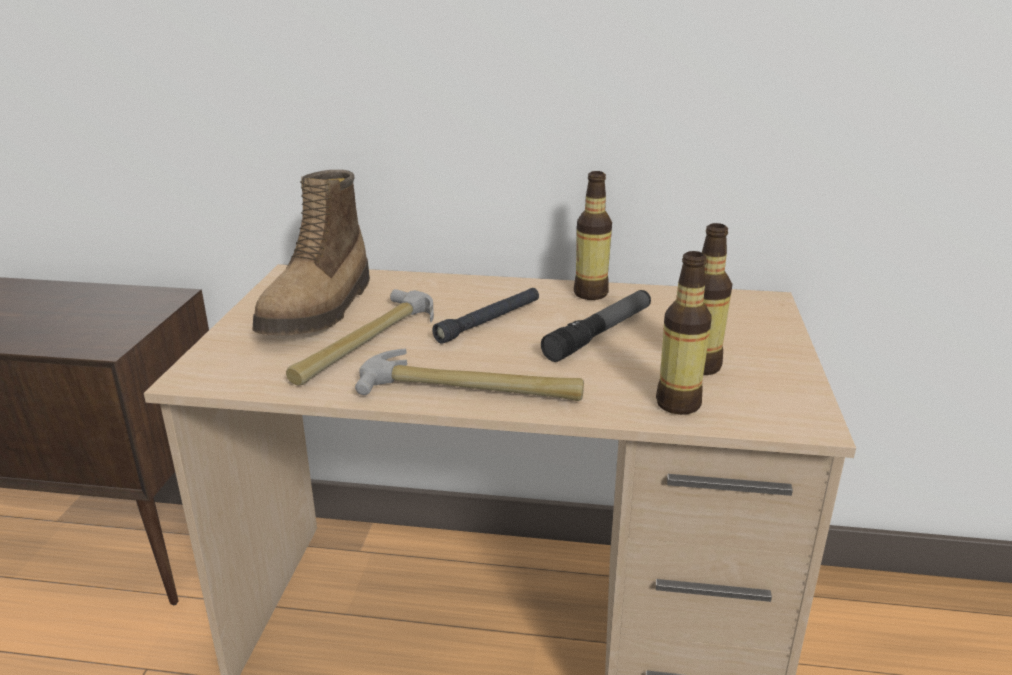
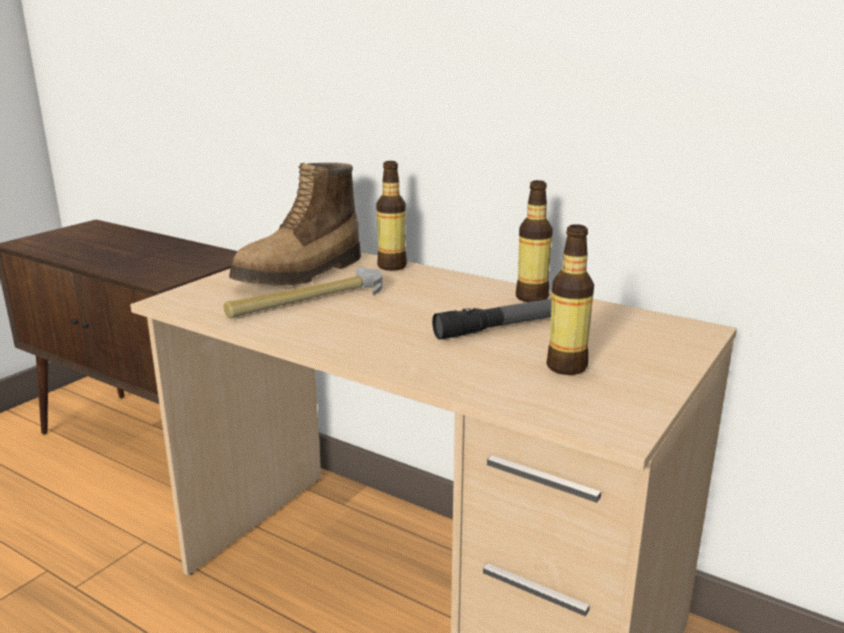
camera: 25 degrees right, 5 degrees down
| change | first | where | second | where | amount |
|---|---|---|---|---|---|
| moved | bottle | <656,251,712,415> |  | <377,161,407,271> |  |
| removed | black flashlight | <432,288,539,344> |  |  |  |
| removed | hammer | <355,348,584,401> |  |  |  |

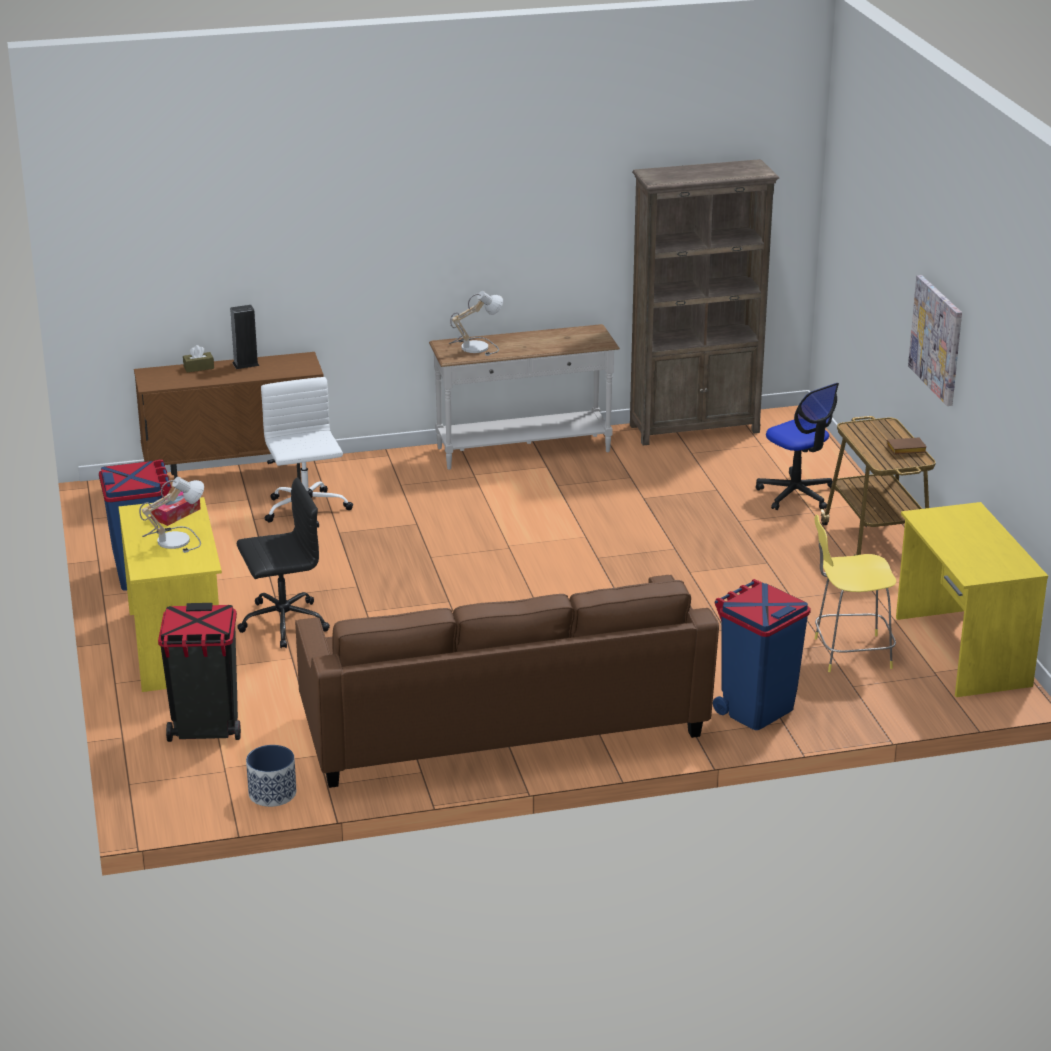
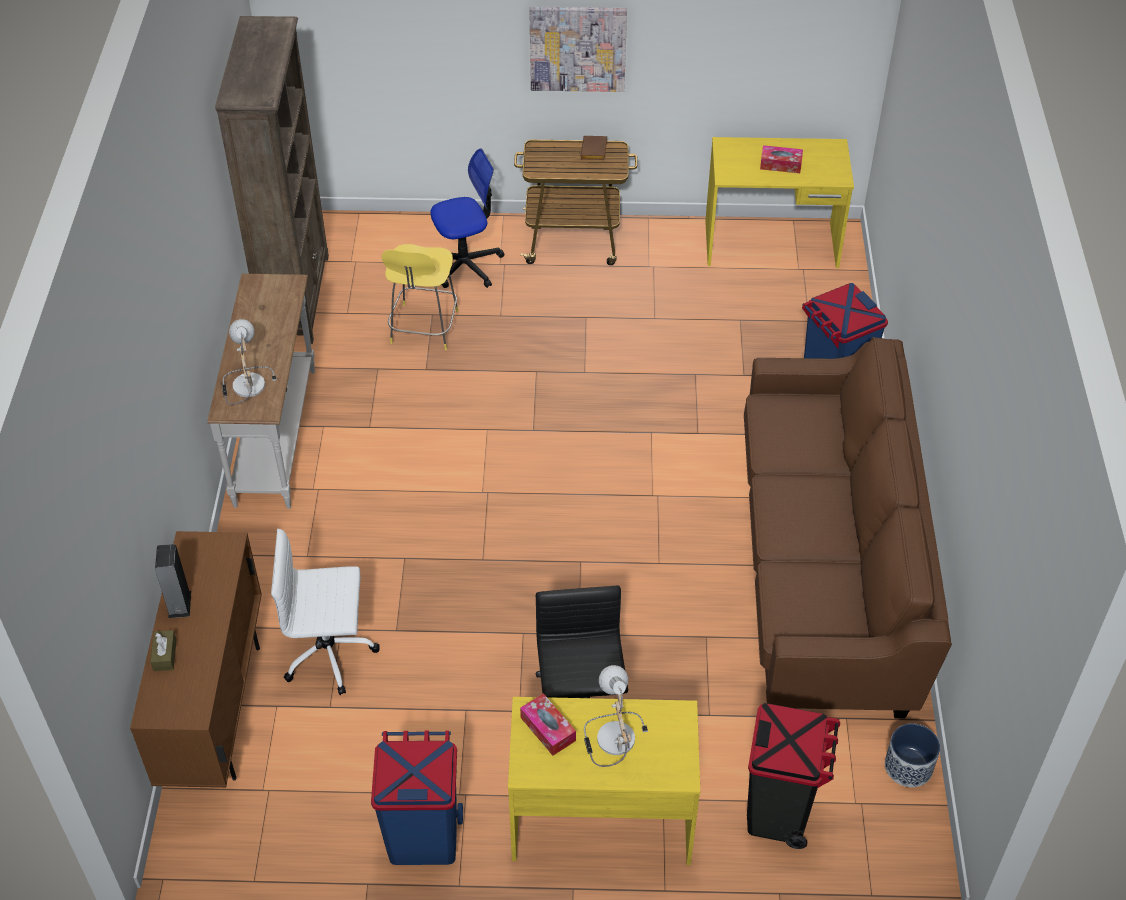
camera: 75 degrees left, 20 degrees up
| change | first | where | second | where | amount |
|---|---|---|---|---|---|
| moved | yellow stool | <815,515,896,672> |  | <381,244,459,350> |  |
| added |  |  | tissue box | <760,145,803,173> |  |

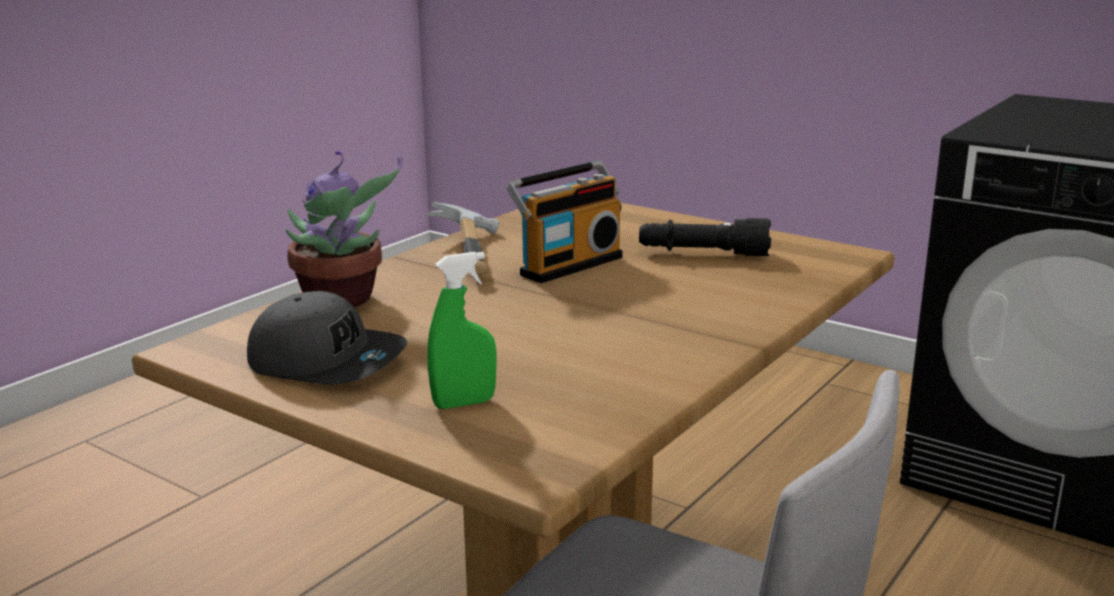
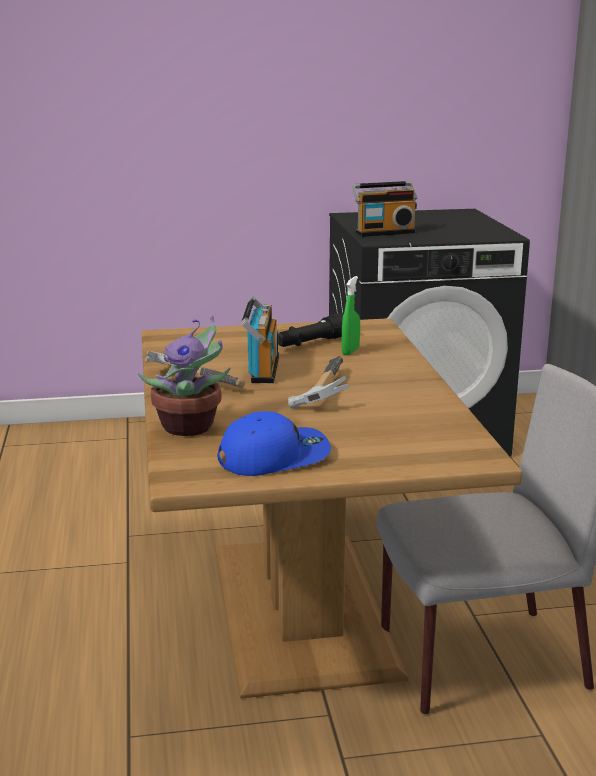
camera: 45 degrees left, 0 degrees up
| change | first | where | second | where | amount |
|---|---|---|---|---|---|
| moved | green spray bottle | <427,252,497,409> |  | <341,276,360,355> |  |
| recoloured | grey cap | <247,291,408,384> | blue cap | <217,411,331,476> |  |
| added |  |  | radio | <352,181,417,237> |  |
| added |  |  | hammer | <288,356,350,409> |  |

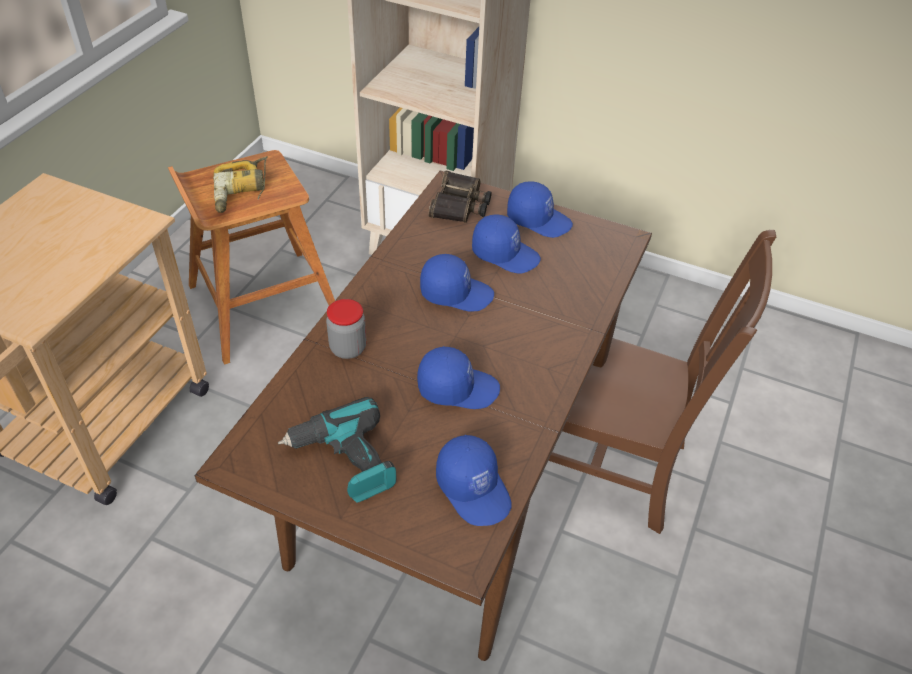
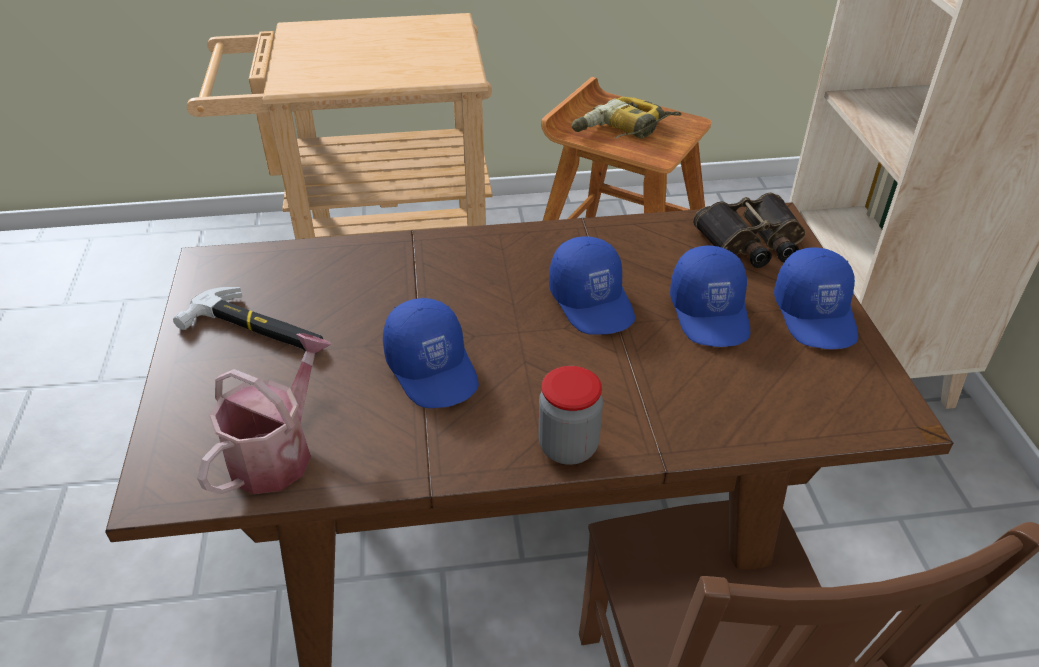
camera: 60 degrees right, 5 degrees down
| change | first | where | second | where | amount |
|---|---|---|---|---|---|
| moved | jar | <326,299,366,359> |  | <538,366,603,465> |  |
| replaced | power drill | <278,397,396,503> | hammer | <173,287,323,354> |  |
| replaced | blue cap | <436,435,512,526> | watering can | <197,333,332,494> |  |

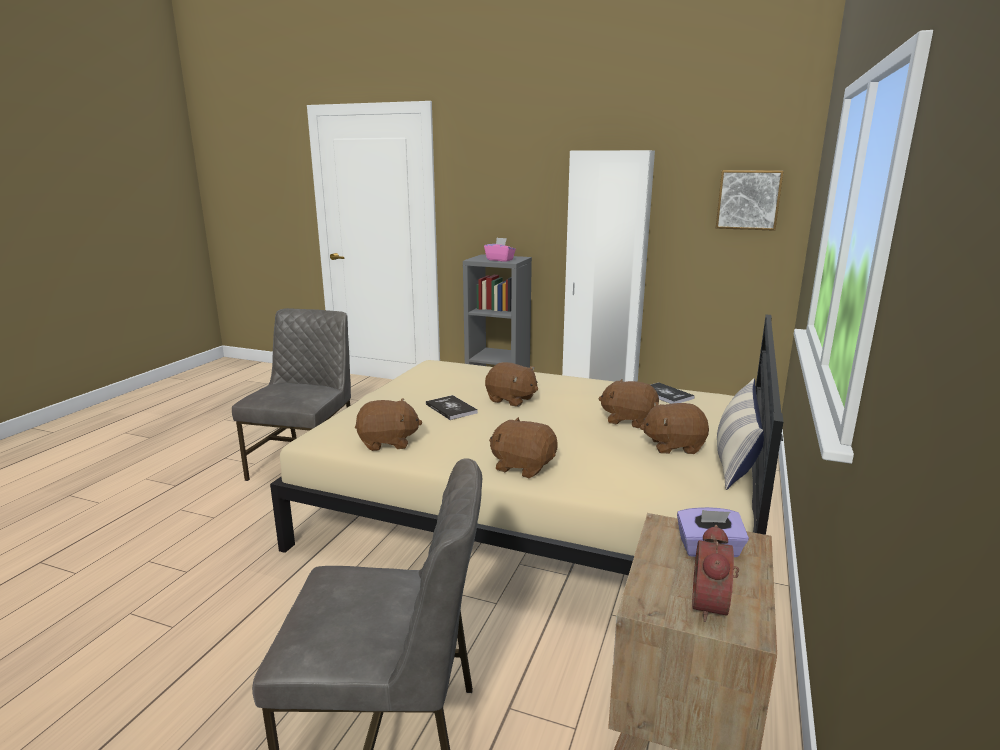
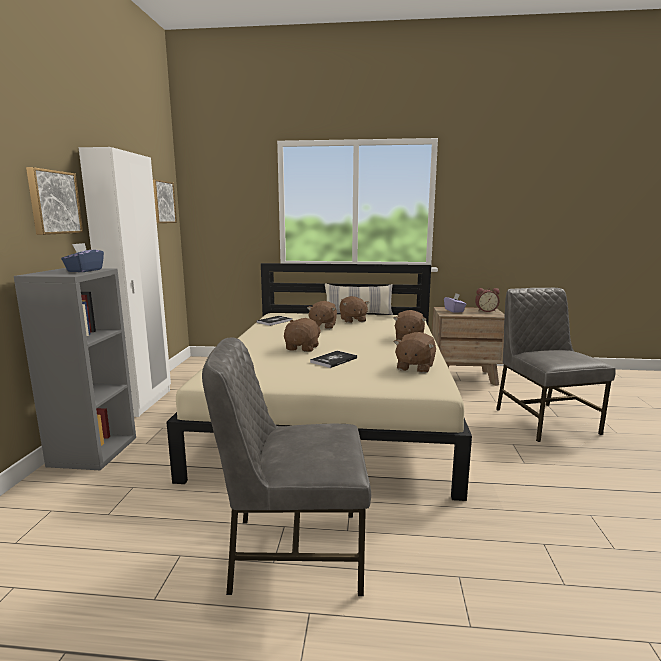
camera: 105 degrees left, 5 degrees down
| change | first | where | second | where | amount |
|---|---|---|---|---|---|
| recoloured | pink tissue box | <484,238,516,262> | blue tissue box | <61,243,104,272> |  |
| turned | brown plush toy | <355,398,423,451> |  | <394,332,436,373> | 135 degrees counterclockwise |
| added |  |  | picture | <26,167,83,235> |  |

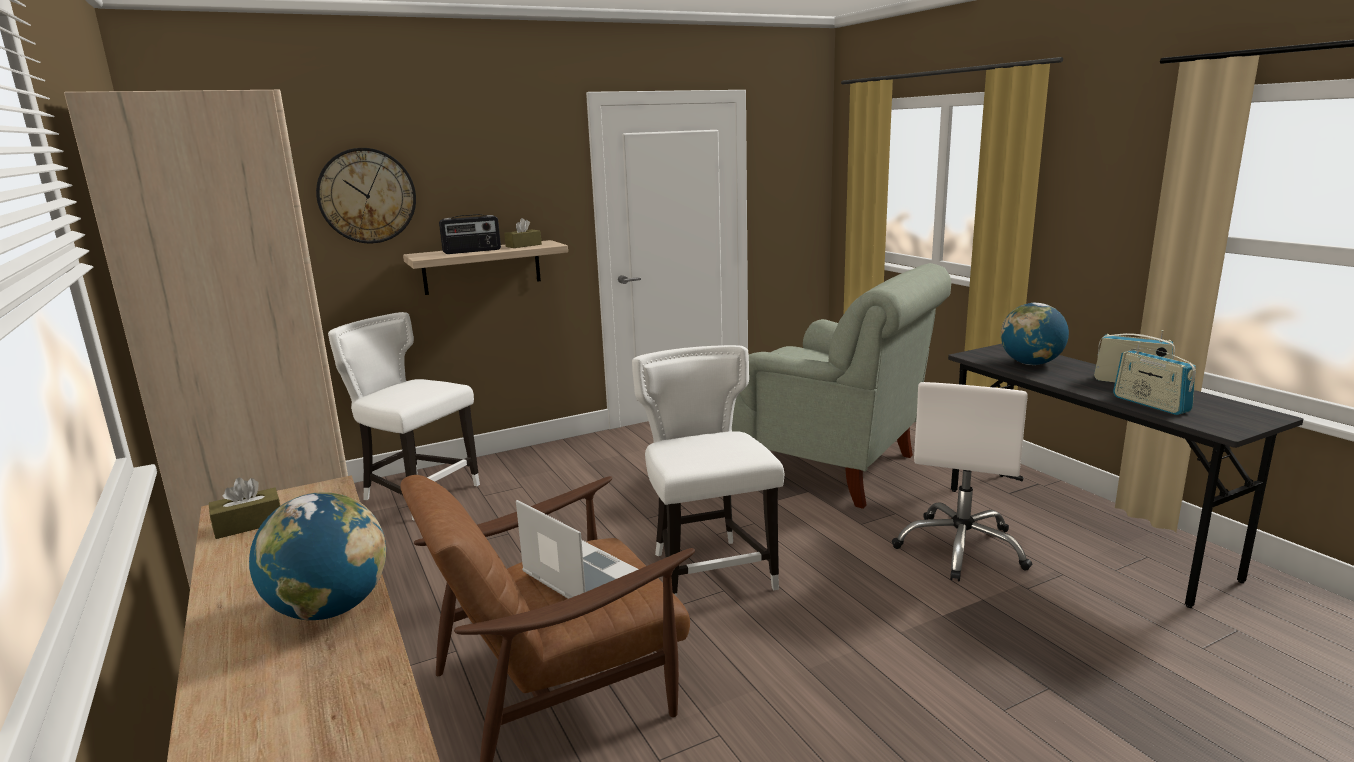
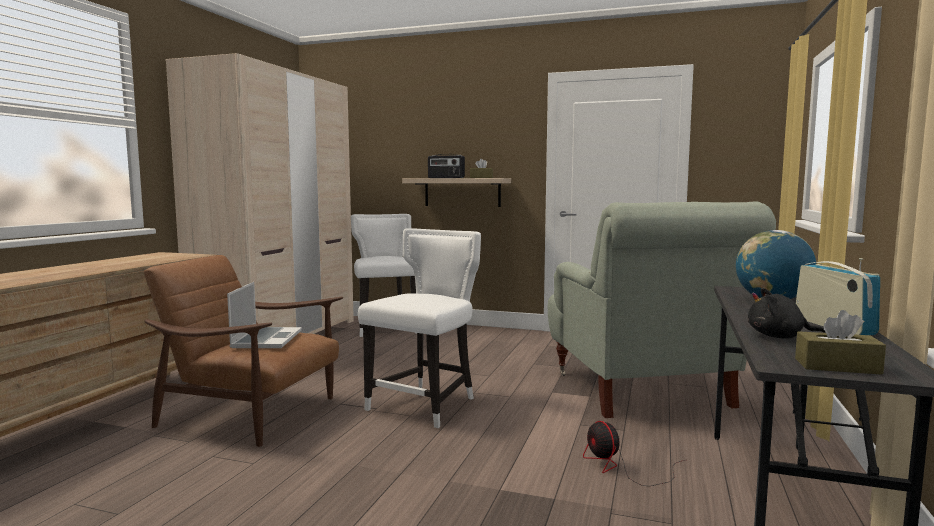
camera: 45 degrees right, 10 degrees down
| change | first | where | second | where | amount |
|---|---|---|---|---|---|
| removed | wall clock | <316,148,416,244> |  |  |  |
| replaced | radio | <1113,341,1196,415> | black plush toy | <748,288,826,339> |  |
| replaced | white office chair | <892,382,1032,582> | fan | <583,421,685,486> |  |
| moved | brown tissue box | <209,478,280,539> |  | <795,310,886,375> |  |
| removed | globe | <249,492,386,620> |  |  |  |

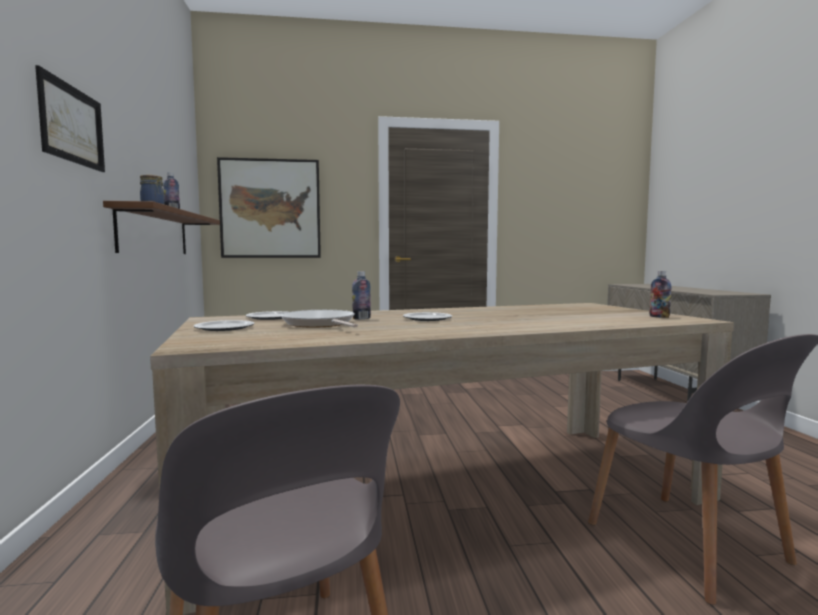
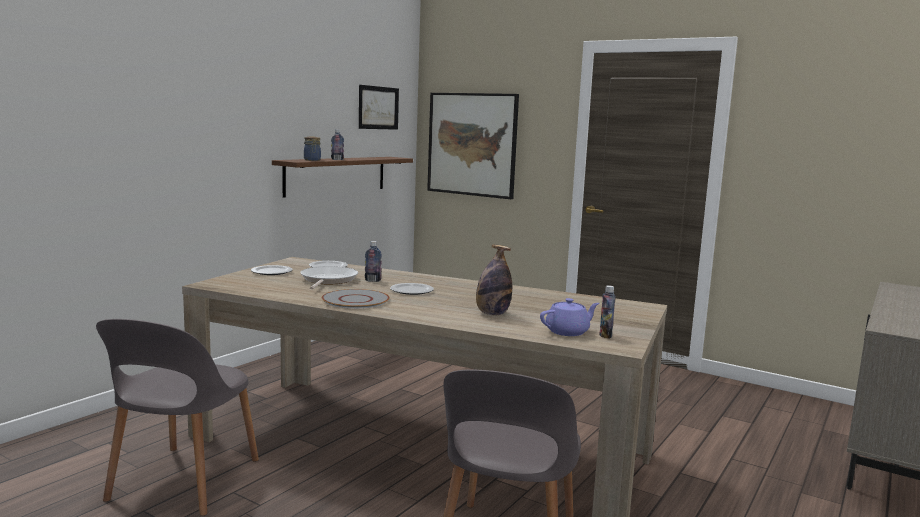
camera: 40 degrees right, 5 degrees up
| change | first | where | second | where | amount |
|---|---|---|---|---|---|
| moved | picture | <35,65,105,172> |  | <359,85,399,130> |  |
| added |  |  | bottle | <476,245,512,315> |  |
| added |  |  | grey plate | <322,289,390,309> |  |
| added |  |  | purple teapot | <540,298,599,336> |  |

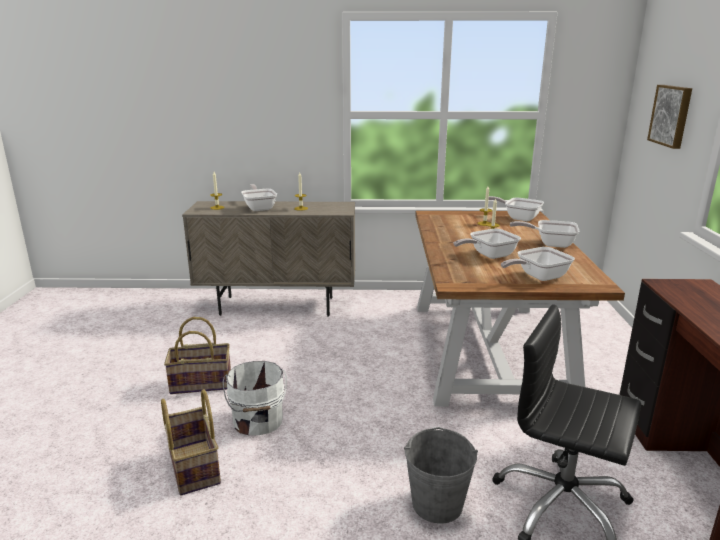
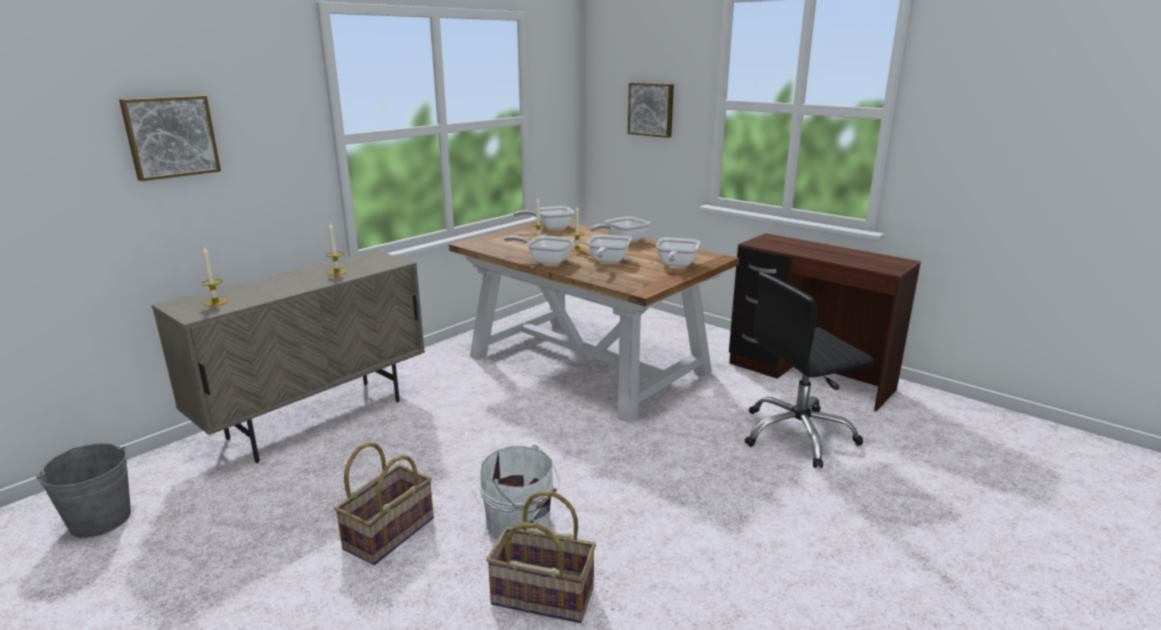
camera: 50 degrees left, 0 degrees up
| change | first | where | second | where | amount |
|---|---|---|---|---|---|
| moved | frying pan | <241,184,277,211> |  | <504,235,574,265> |  |
| moved | grey bucket | <404,427,478,524> |  | <36,443,131,538> |  |
| added |  |  | picture | <119,95,221,181> |  |

